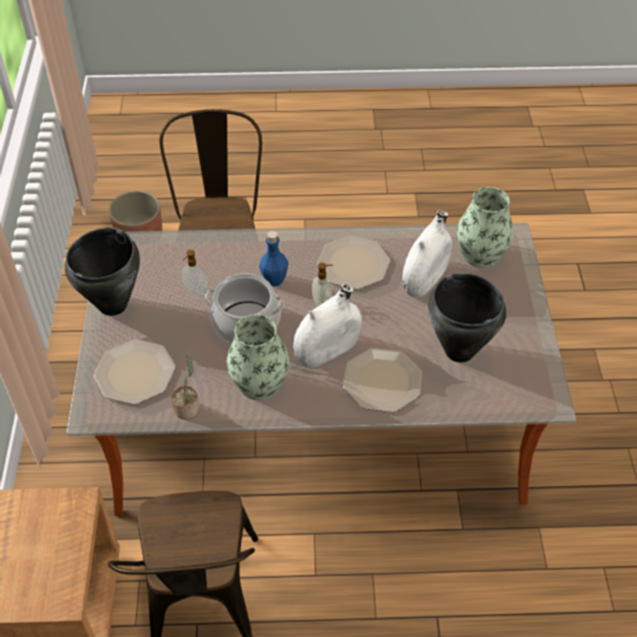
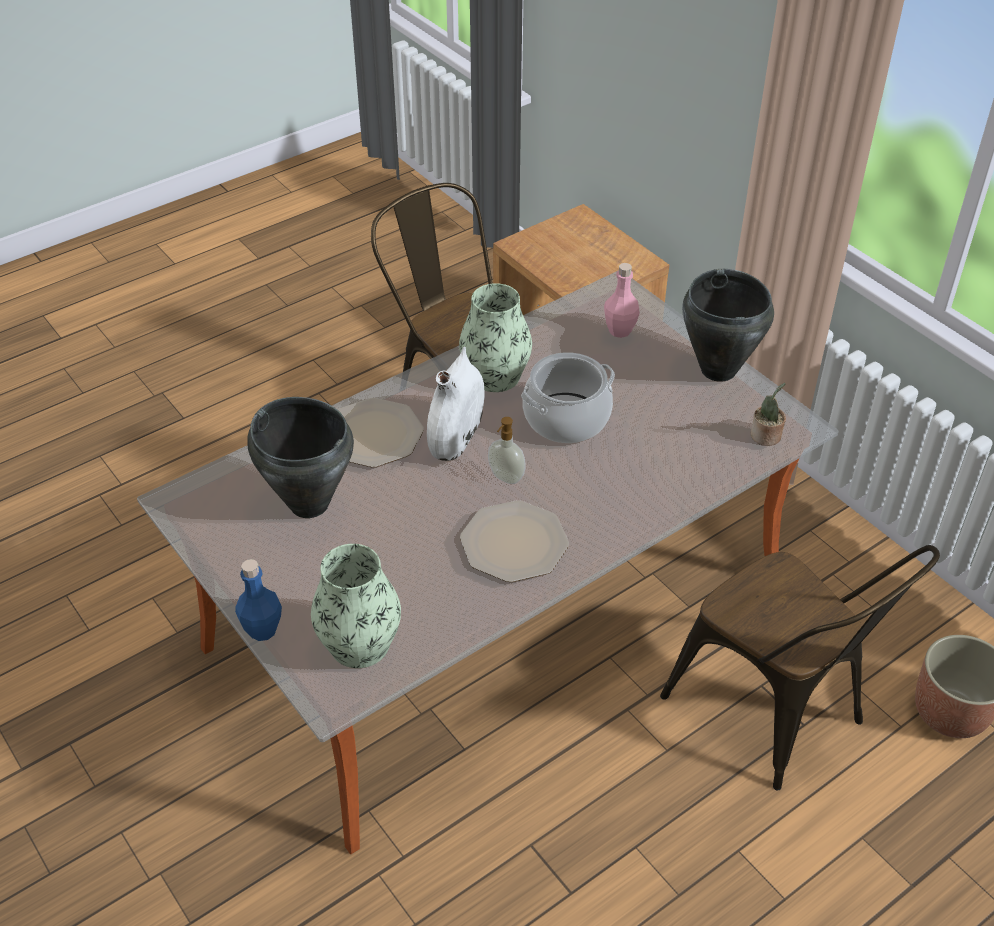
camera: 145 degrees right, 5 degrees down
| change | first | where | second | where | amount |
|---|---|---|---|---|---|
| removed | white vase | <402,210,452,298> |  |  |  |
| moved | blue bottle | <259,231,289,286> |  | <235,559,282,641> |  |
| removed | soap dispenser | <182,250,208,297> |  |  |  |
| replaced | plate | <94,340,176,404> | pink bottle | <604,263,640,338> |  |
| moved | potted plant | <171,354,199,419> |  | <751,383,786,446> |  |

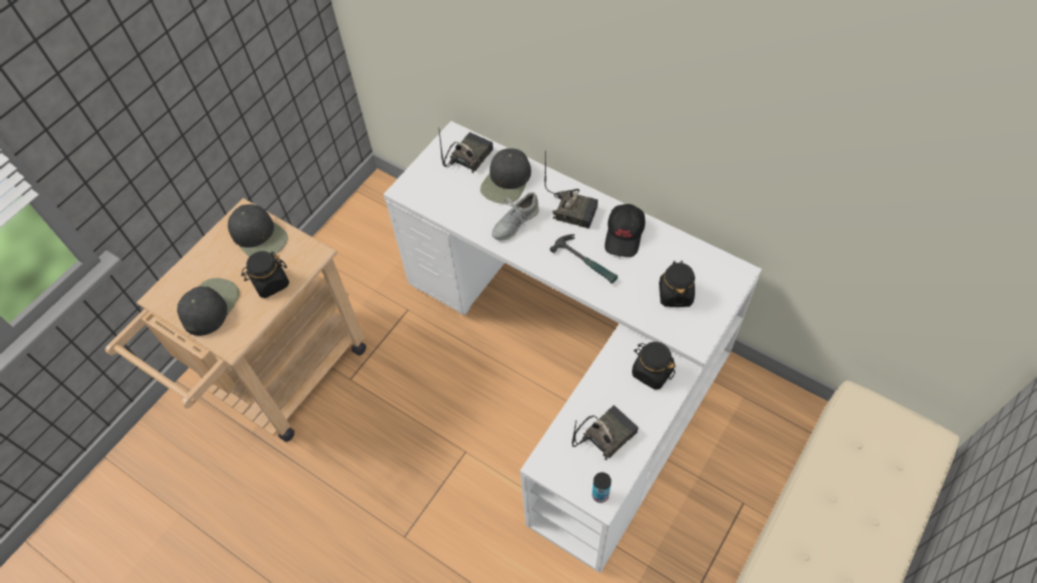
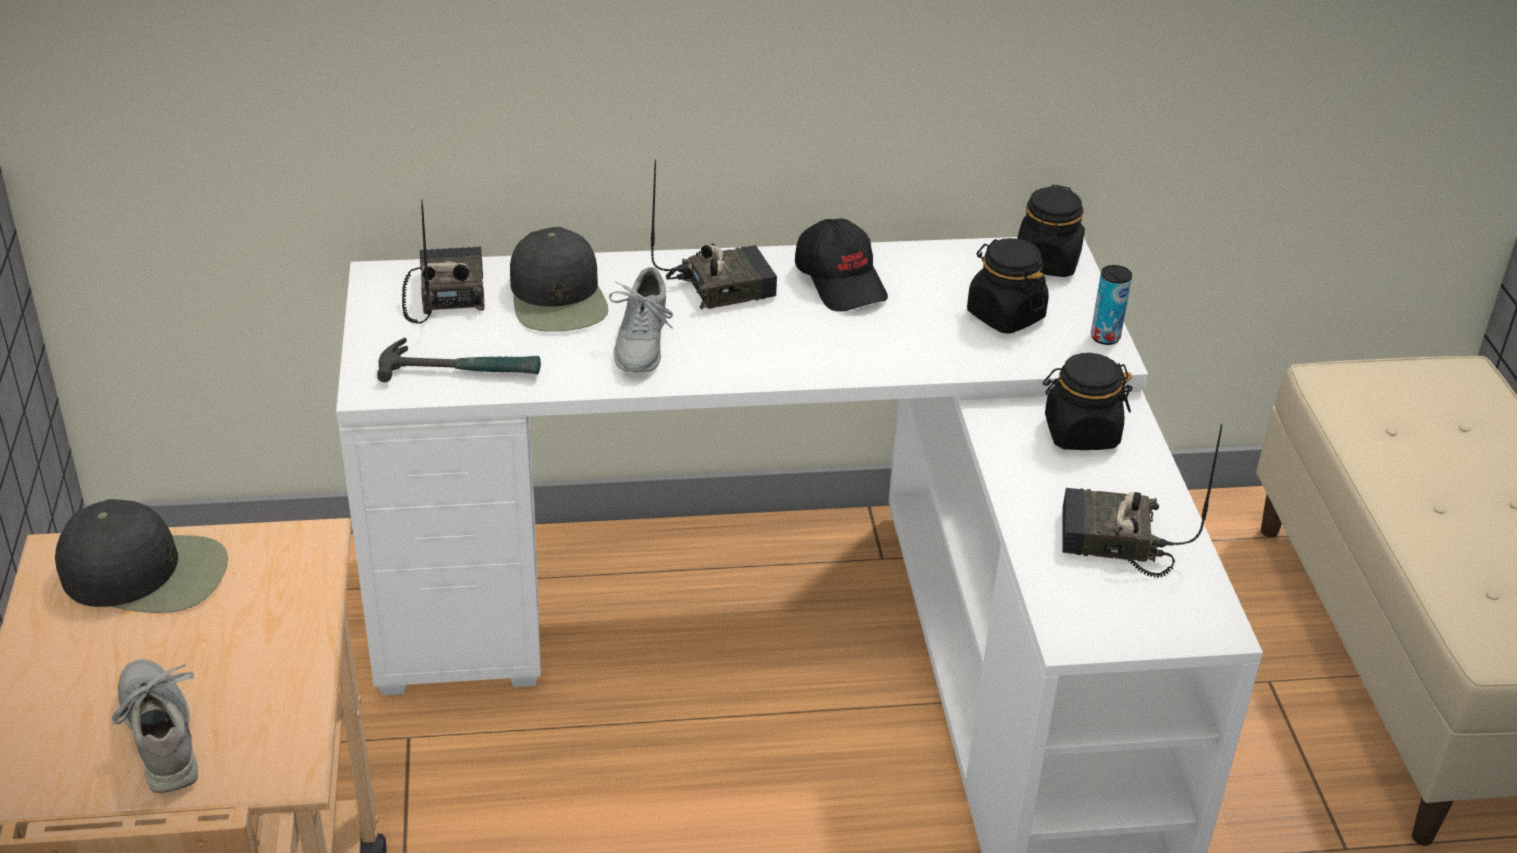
camera: 45 degrees left, 20 degrees down
| change | first | where | second | where | amount |
|---|---|---|---|---|---|
| moved | hammer | <550,234,618,284> |  | <377,338,541,382> |  |
| moved | black jar | <241,251,289,298> |  | <1017,185,1085,277> |  |
| replaced | black cap | <177,278,239,336> | grey shoe | <111,659,198,793> |  |
| turned | radio | <572,405,638,461> |  | <1062,424,1223,578> | 90 degrees counterclockwise |
| moved | can | <592,472,611,503> |  | <1091,265,1132,345> |  |

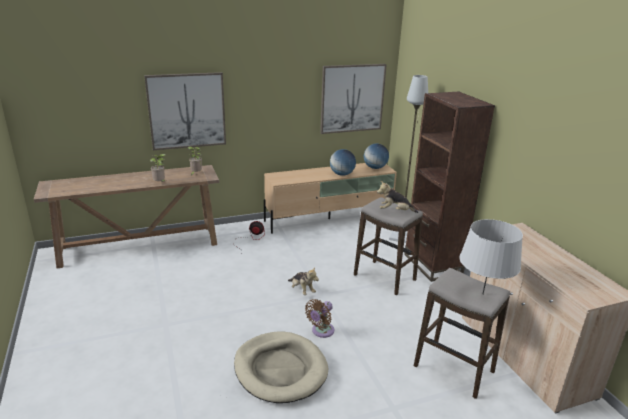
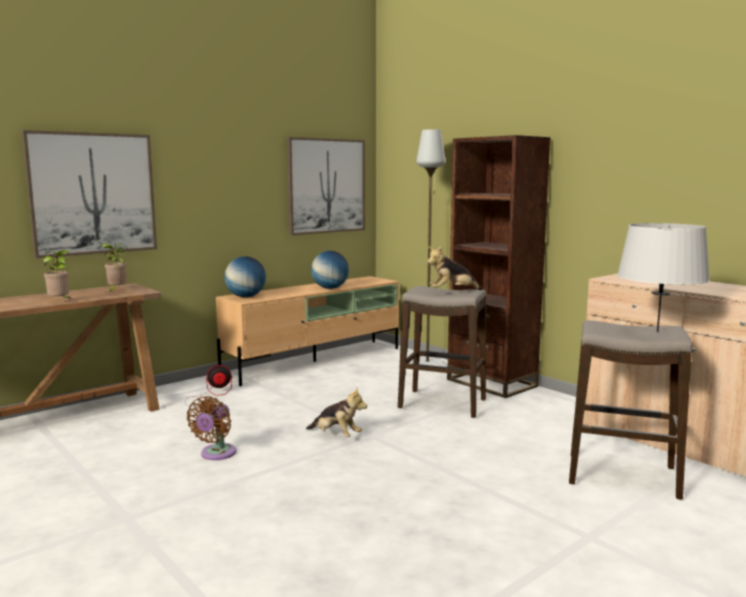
camera: 20 degrees left, 15 degrees down
| change | first | where | second | where | amount |
|---|---|---|---|---|---|
| moved | globe | <364,143,389,169> |  | <224,256,266,297> |  |
| moved | brown fan | <305,299,334,338> |  | <187,396,237,460> |  |
| removed | beige dog bed | <234,331,328,403> |  |  |  |

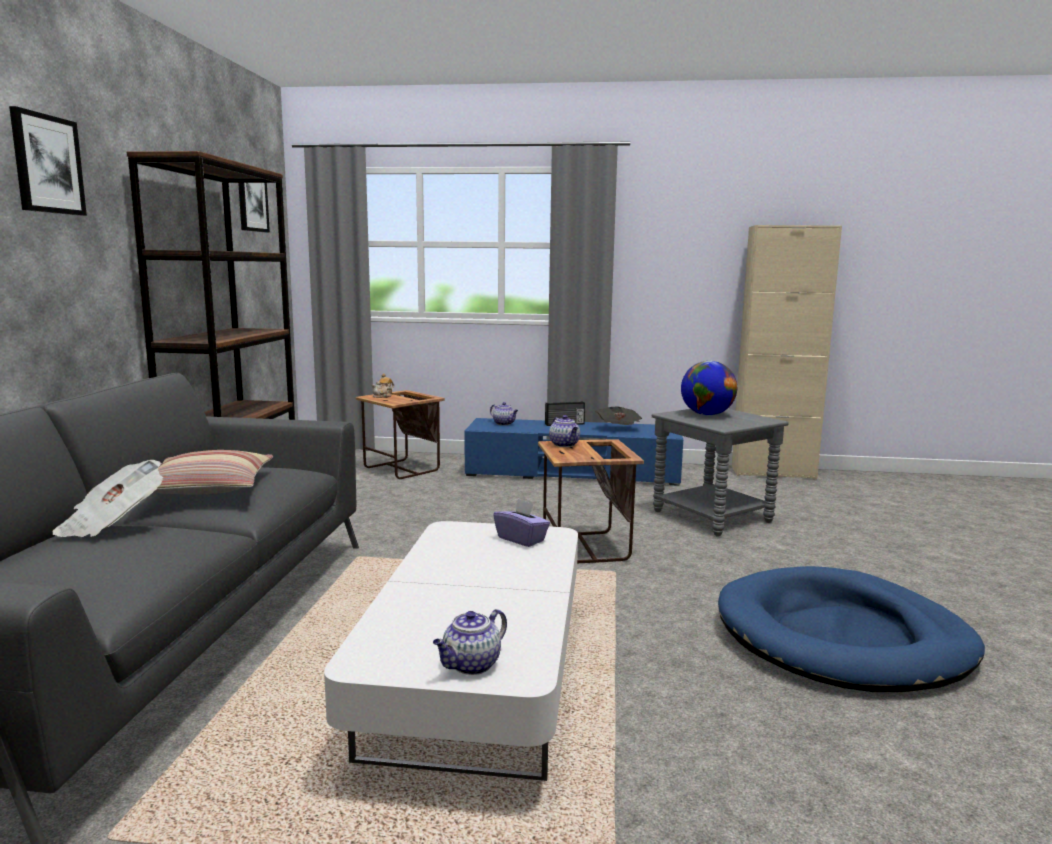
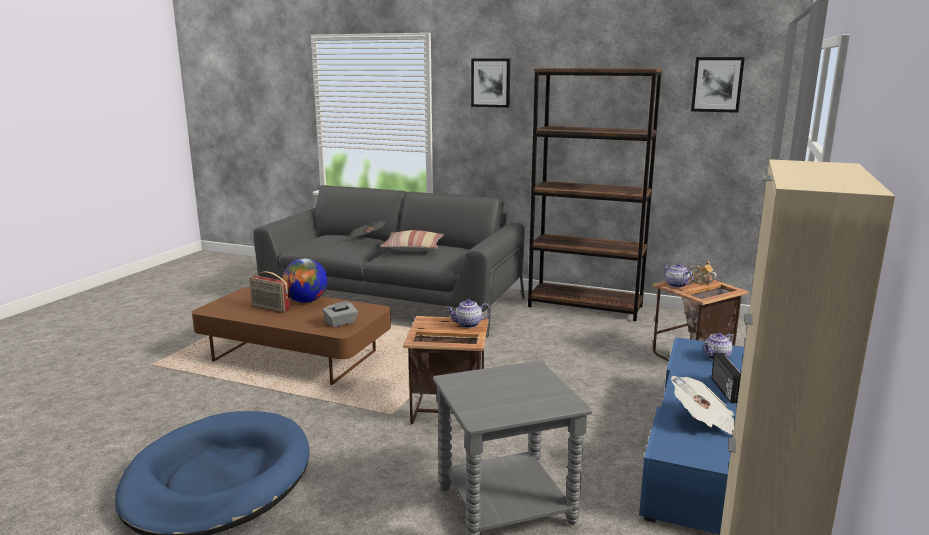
camera: 105 degrees right, 5 degrees up
| change | first | where | second | where | amount |
|---|---|---|---|---|---|
| moved | globe | <681,361,737,416> |  | <282,258,328,303> |  |
| recoloured | purple tissue box | <493,499,550,547> | grey tissue box | <323,301,358,327> |  |
| recoloured | white coffee table | <324,521,578,781> | brown coffee table | <192,287,391,385> |  |
| moved | teapot | <433,609,507,675> |  | <663,263,694,288> |  |
| added |  |  | radio | <249,271,290,313> |  |

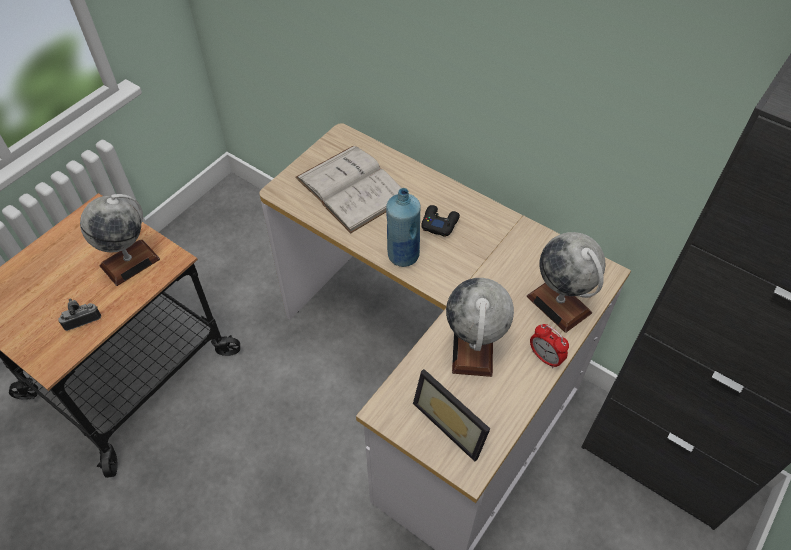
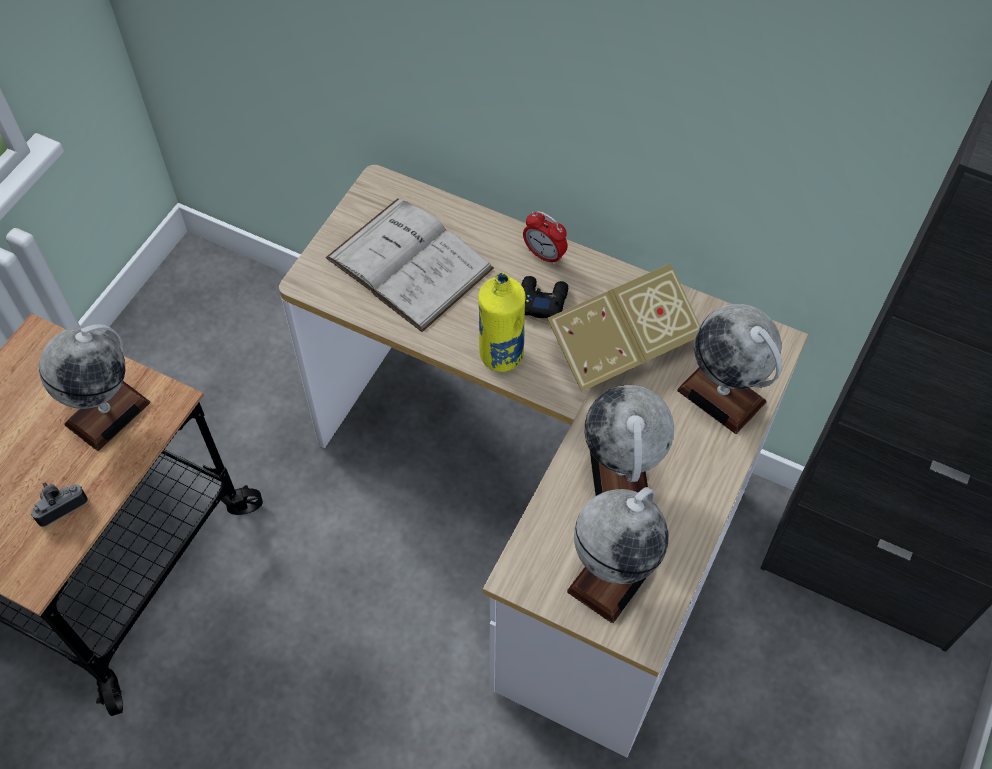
camera: 10 degrees left, 5 degrees up
| change | first | where | second | where | amount |
|---|---|---|---|---|---|
| recoloured | blue bottle | <386,188,421,267> | yellow bottle | <478,272,525,372> |  |
| moved | alarm clock | <530,324,569,368> |  | <523,211,567,265> |  |
| replaced | picture frame | <413,369,490,461> | globe | <567,487,668,623> |  |
| added |  |  | book | <547,263,700,392> |  |

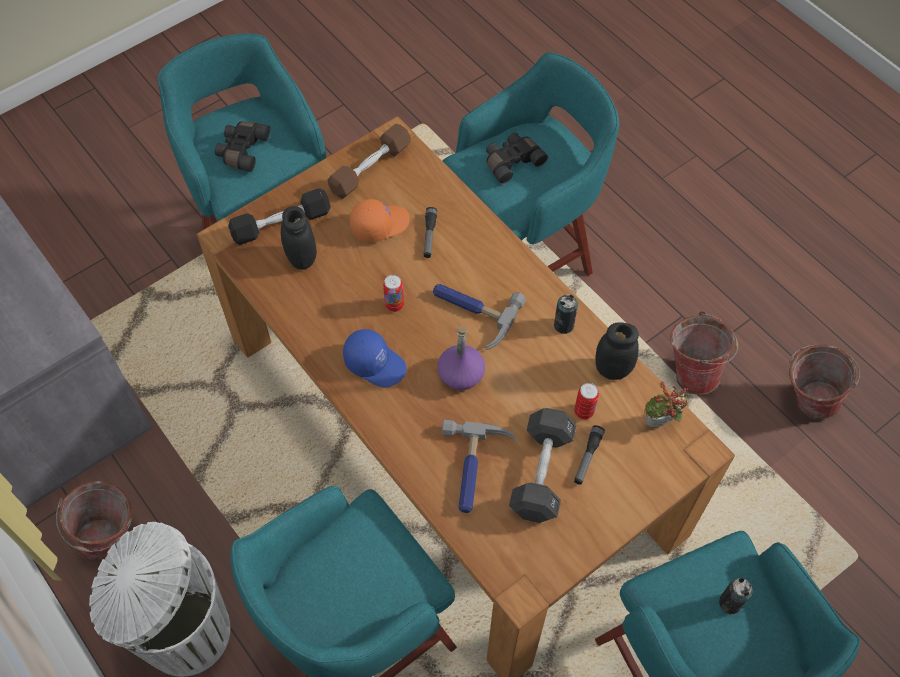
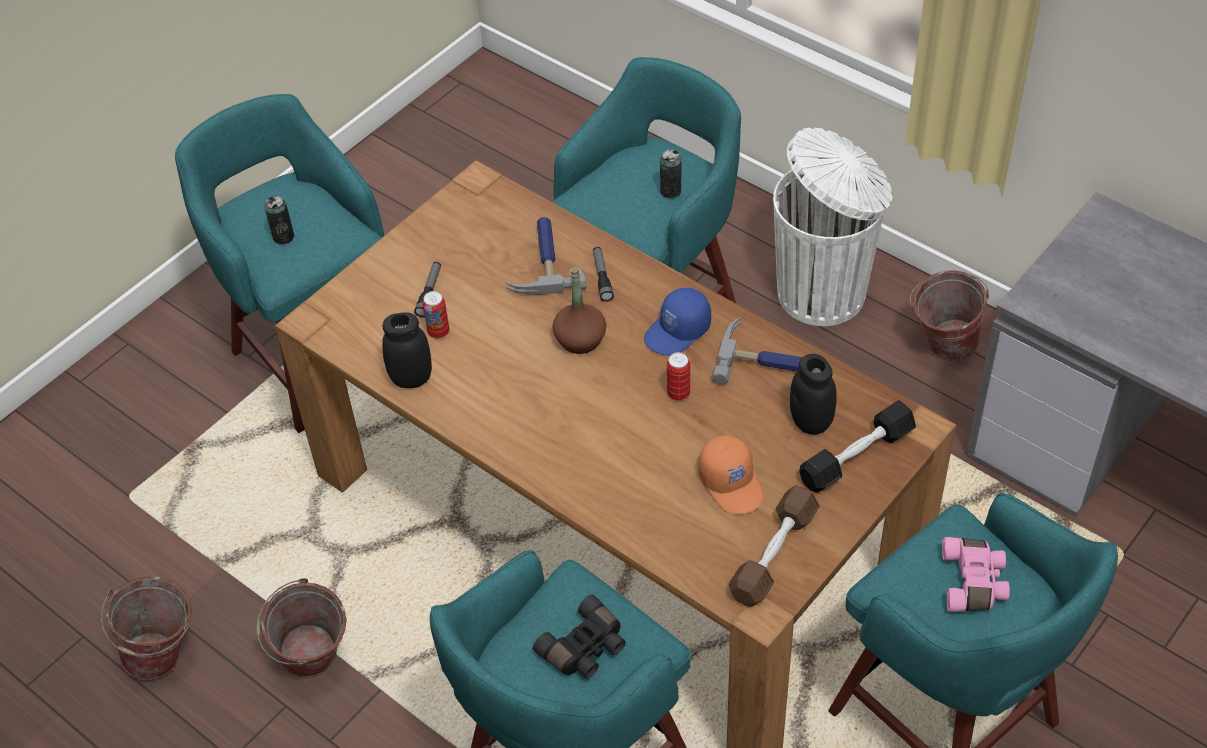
camera: 170 degrees right, 10 degrees down
| change | first | where | second | where | amount |
|---|---|---|---|---|---|
| recoloured | black binoculars | <215,121,270,172> | pink binoculars | <942,537,1010,612> |  |
| turned | orange cap | <350,199,410,243> |  | <698,435,764,514> | 75 degrees counterclockwise |
| moved | flashlight | <424,207,437,258> |  | <593,247,614,302> |  |
| moved | hammer | <433,284,526,350> |  | <711,317,802,385> |  |
| moved | can | <554,294,578,334> |  | <660,150,682,198> |  |
| recoloured | purple bottle | <437,326,485,390> | brown bottle | <553,266,606,354> |  |
| turned | blue cap | <343,329,407,388> |  | <644,288,711,356> | 60 degrees counterclockwise |
| removed | potted plant | <644,382,688,427> |  |  |  |
| removed | black dumbbell | <509,408,576,523> |  |  |  |

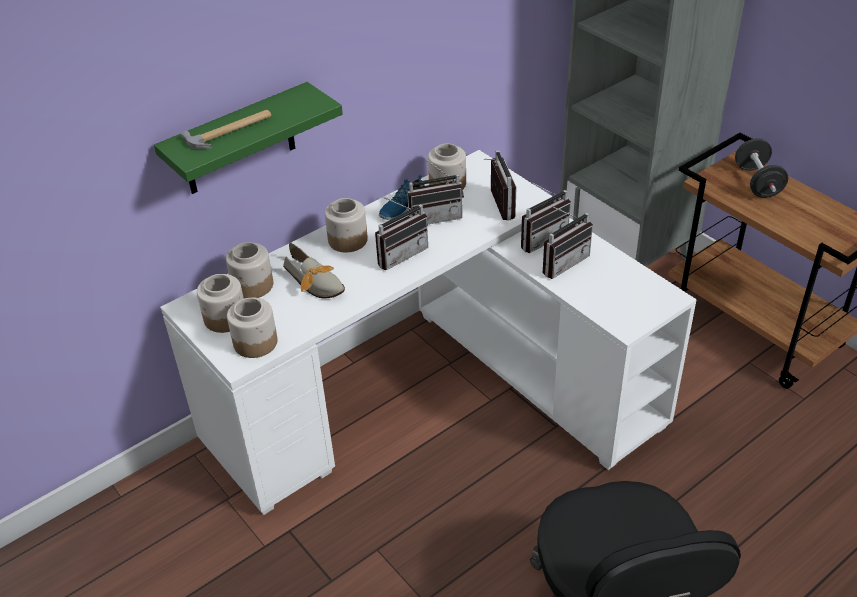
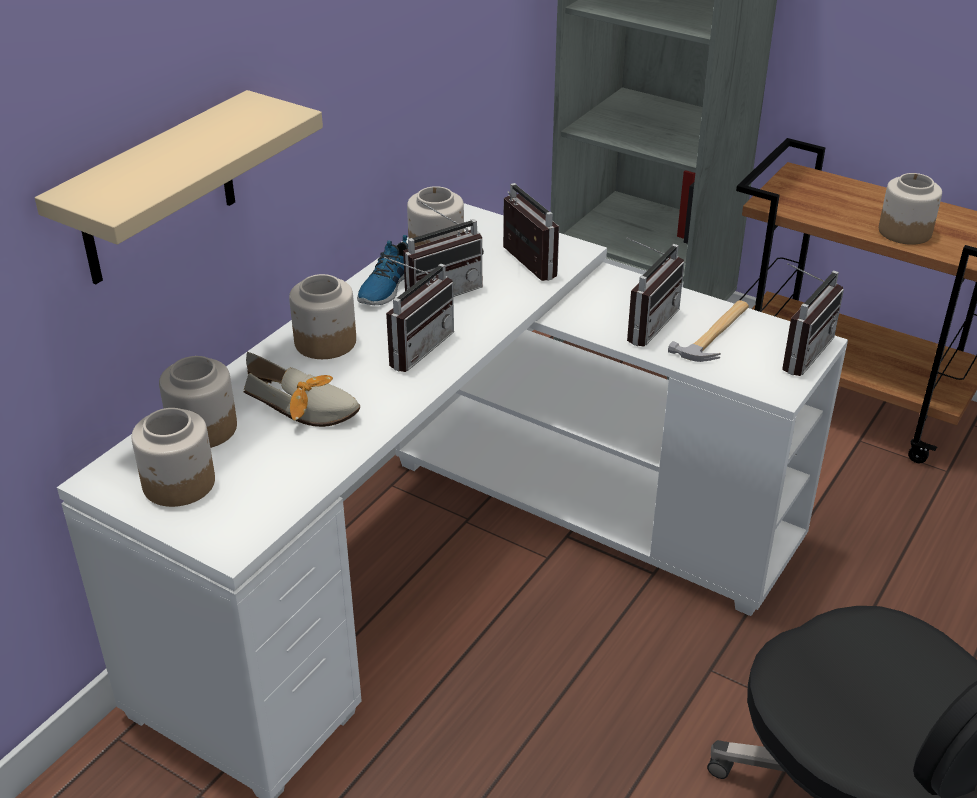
camera: 20 degrees left, 5 degrees down
| change | first | where | second | where | amount |
|---|---|---|---|---|---|
| recoloured | green shelf | <154,82,343,194> | beige shelf | <35,90,323,284> |  |
| moved | hammer | <181,110,271,149> |  | <668,300,749,362> |  |
| removed | black dumbbell | <735,138,788,198> |  |  |  |
| moved | radio | <521,181,571,253> |  | <782,263,844,376> |  |
| moved | jar | <227,298,277,358> |  | <879,173,942,245> |  |

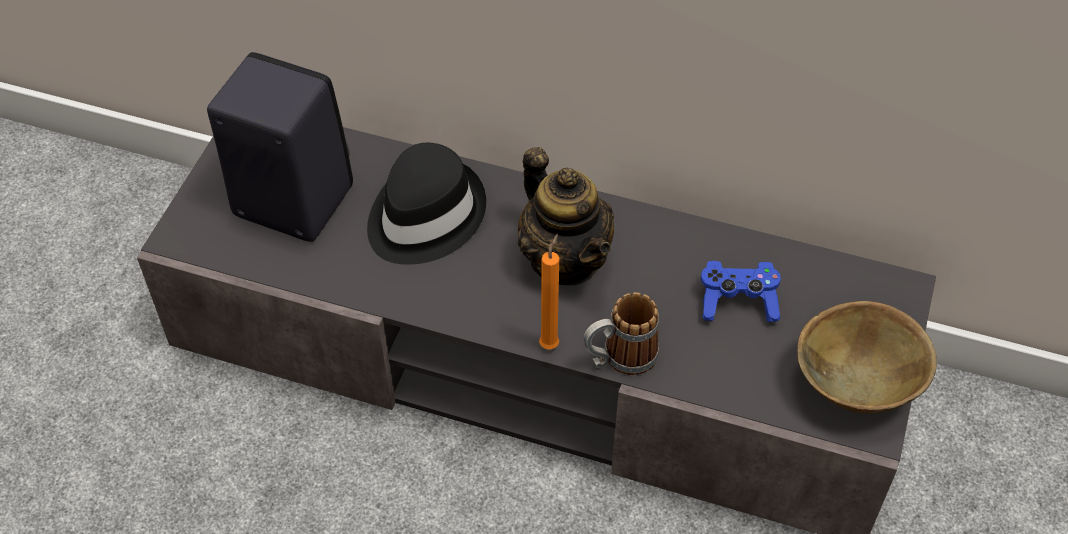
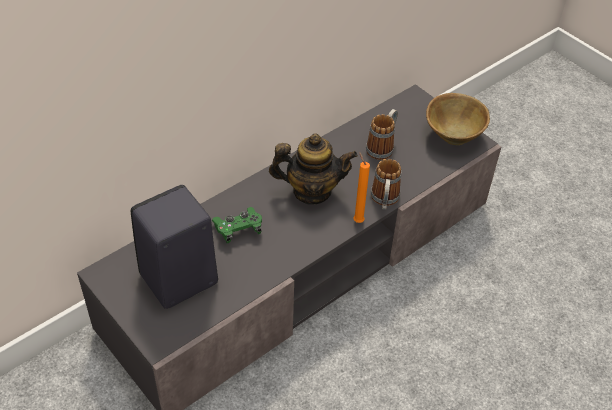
camera: 60 degrees left, 5 degrees down
| change | first | where | second | where | amount |
|---|---|---|---|---|---|
| replaced | black hat | <367,143,486,265> | green game controller | <212,207,262,243> |  |
| replaced | blue game controller | <701,261,781,322> | mug | <366,109,398,160> |  |

